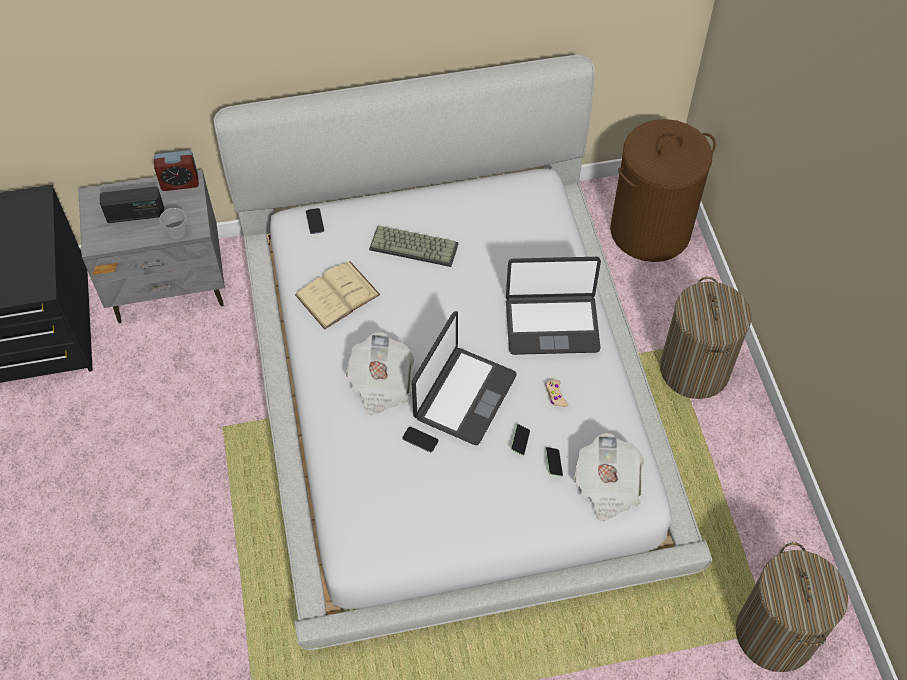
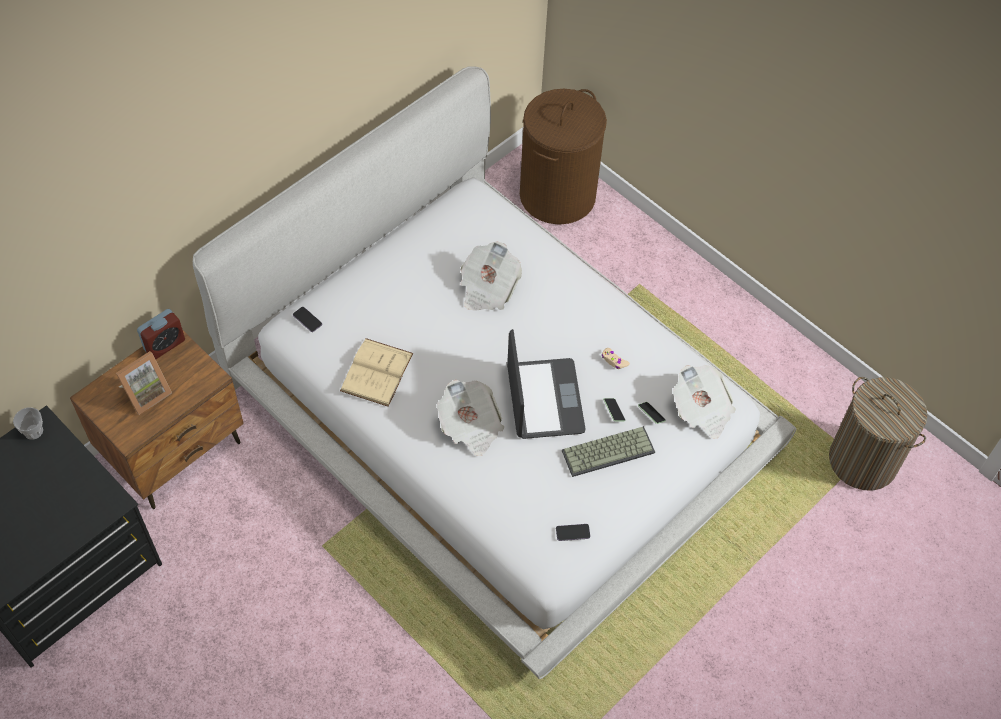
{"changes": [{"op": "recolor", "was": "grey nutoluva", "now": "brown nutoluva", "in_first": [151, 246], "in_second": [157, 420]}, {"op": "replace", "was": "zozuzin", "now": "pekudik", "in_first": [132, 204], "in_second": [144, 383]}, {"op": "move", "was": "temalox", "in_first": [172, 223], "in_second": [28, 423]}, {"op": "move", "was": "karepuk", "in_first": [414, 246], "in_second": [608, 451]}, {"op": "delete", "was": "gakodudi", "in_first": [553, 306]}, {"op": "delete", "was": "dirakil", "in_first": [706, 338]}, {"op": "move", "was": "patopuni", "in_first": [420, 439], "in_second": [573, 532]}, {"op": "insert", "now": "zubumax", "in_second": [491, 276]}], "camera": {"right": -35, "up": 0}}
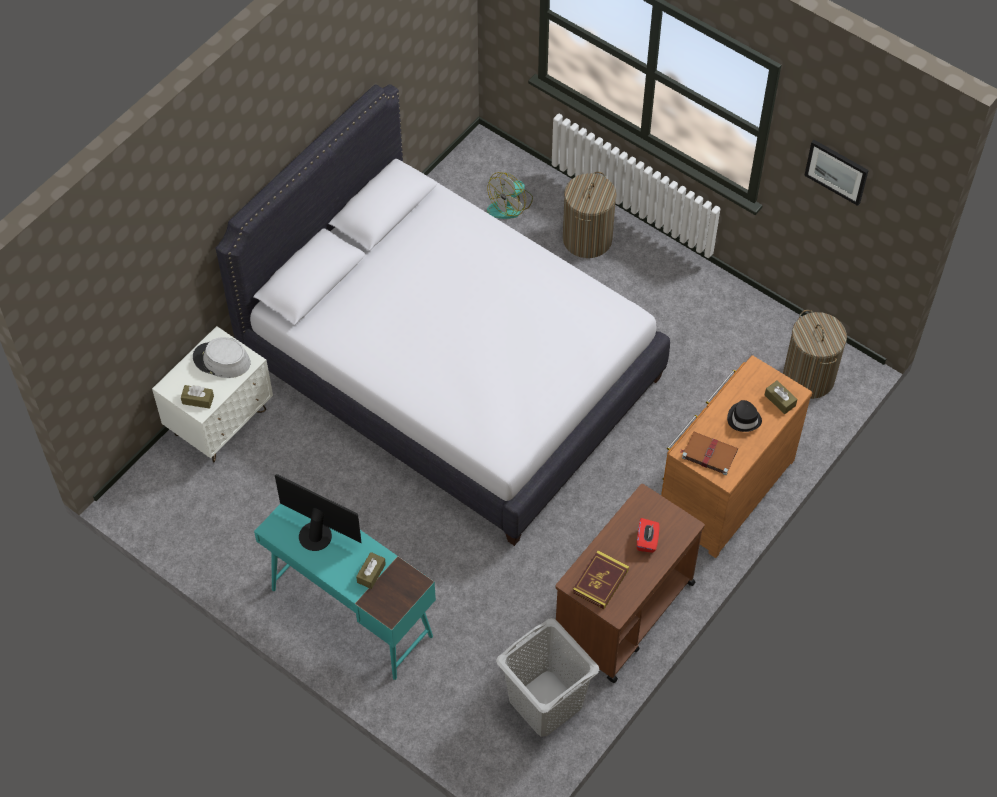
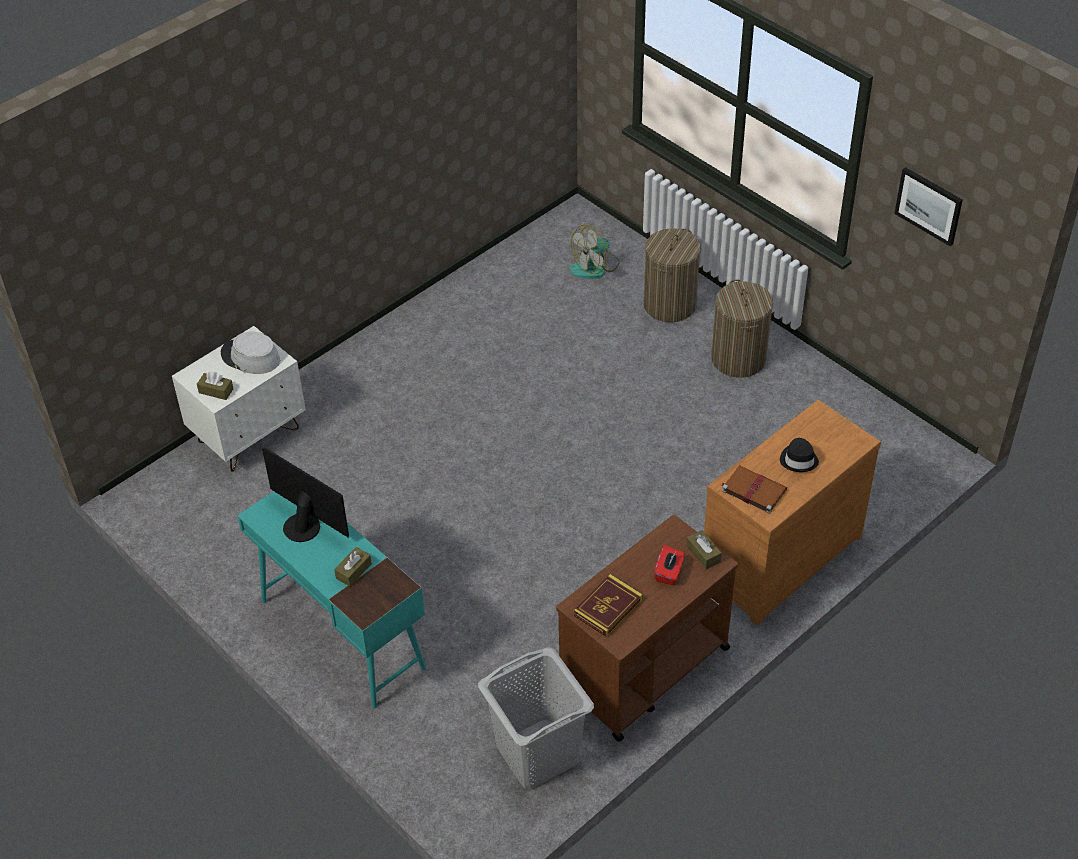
{"changes": [{"op": "delete", "was": "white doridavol", "in_first": [442, 315]}, {"op": "move", "was": "dirakil", "in_first": [815, 354], "in_second": [742, 328]}, {"op": "move", "was": "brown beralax", "in_first": [781, 397], "in_second": [704, 550]}], "camera": {"right": 10, "up": -10}}
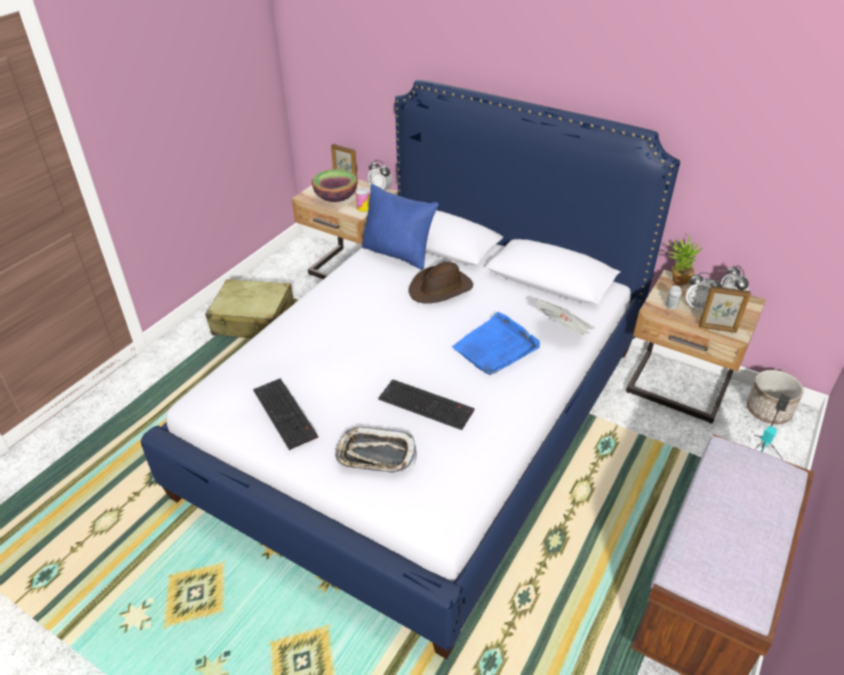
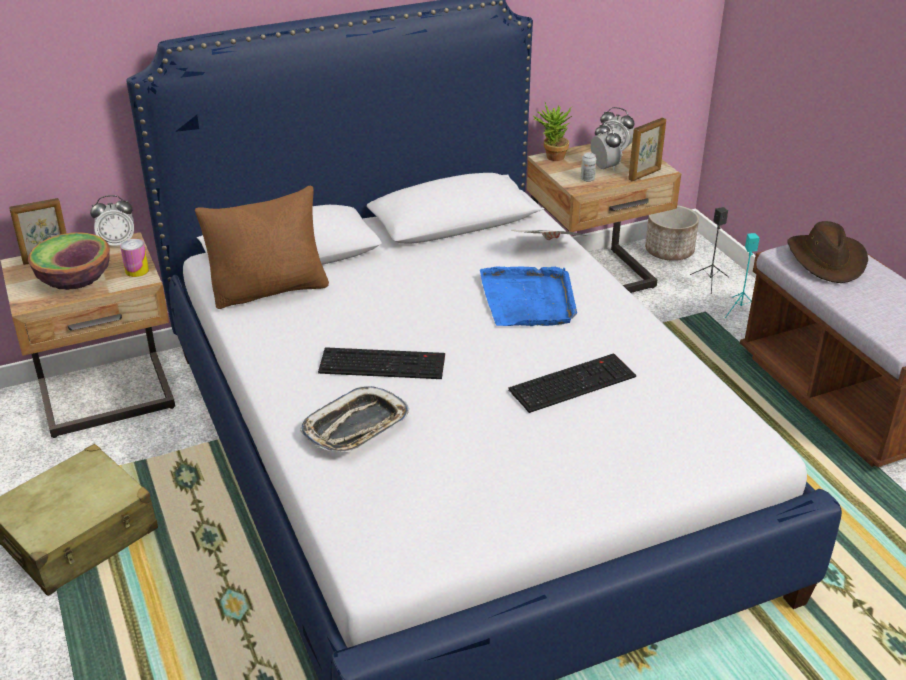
{"changes": [{"op": "recolor", "was": "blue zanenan", "now": "brown zanenan", "in_first": [400, 227], "in_second": [262, 247]}, {"op": "move", "was": "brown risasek", "in_first": [440, 283], "in_second": [827, 252]}, {"op": "rotate", "was": "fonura", "in_first": [704, 291], "in_second": [606, 146], "clockwise": -90}, {"op": "move", "was": "karepuk", "in_first": [285, 414], "in_second": [381, 363]}, {"op": "move", "was": "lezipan", "in_first": [375, 450], "in_second": [354, 419]}], "camera": {"right": -55, "up": -5}}
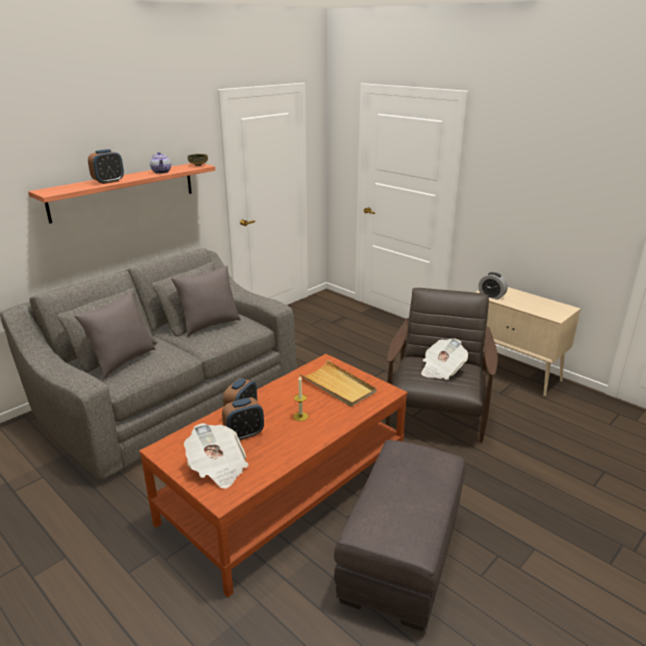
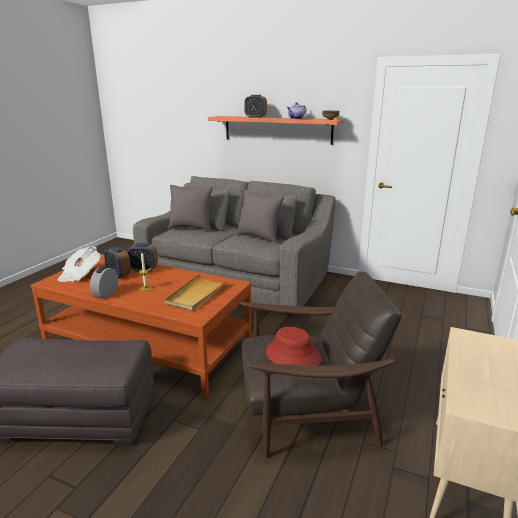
{"changes": [{"op": "move", "was": "fonura", "in_first": [493, 286], "in_second": [104, 282]}, {"op": "replace", "was": "zubumax", "now": "red risasek", "in_first": [444, 359], "in_second": [294, 346]}], "camera": {"right": 70, "up": -5}}
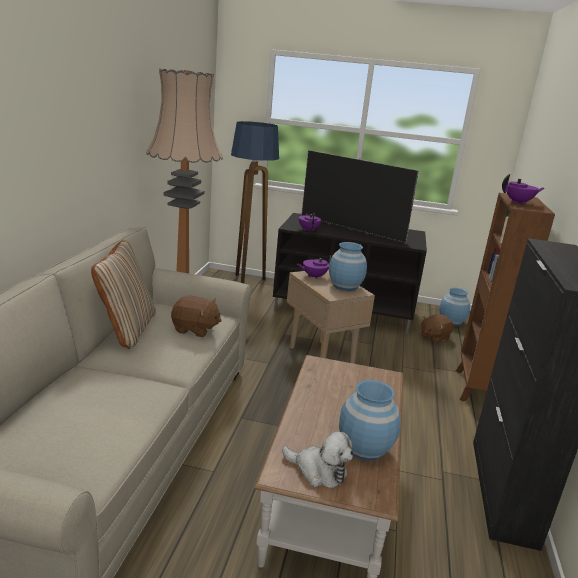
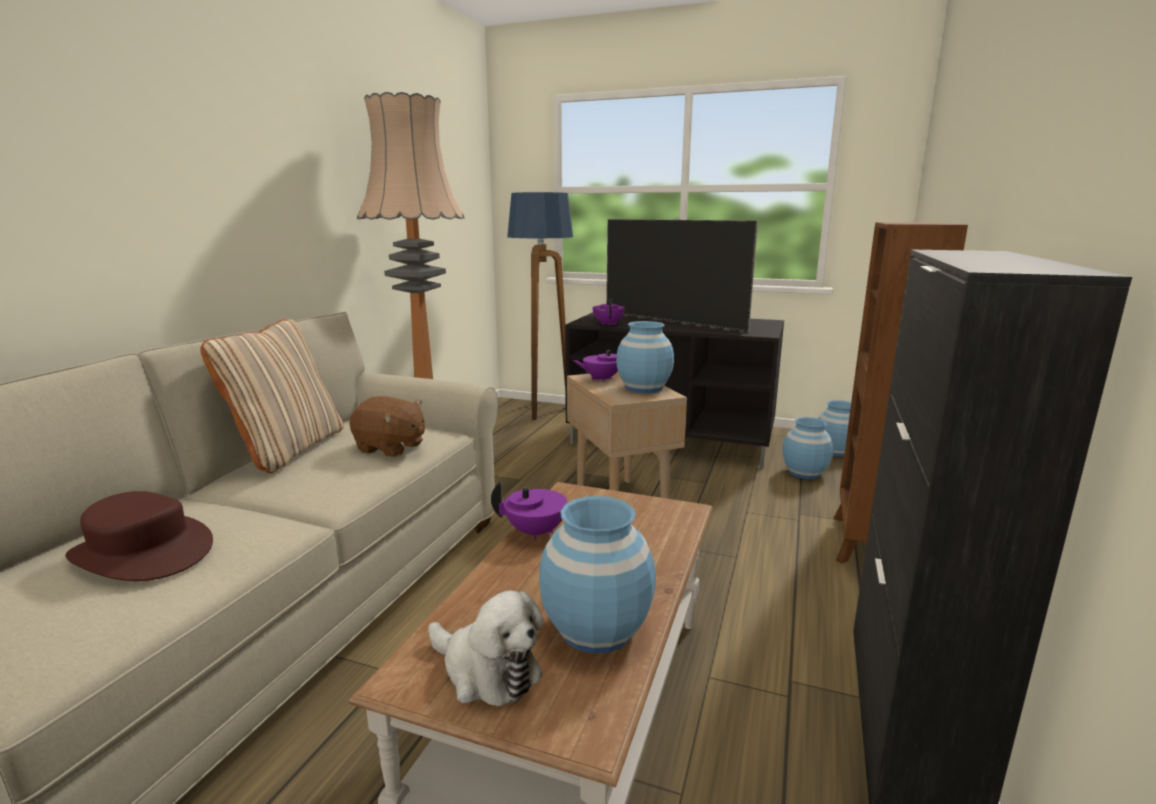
{"changes": [{"op": "move", "was": "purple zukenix", "in_first": [523, 189], "in_second": [529, 511]}, {"op": "replace", "was": "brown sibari", "now": "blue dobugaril", "in_first": [437, 329], "in_second": [807, 448]}, {"op": "insert", "now": "brown risasek", "in_second": [139, 536]}], "camera": {"right": 10, "up": -5}}
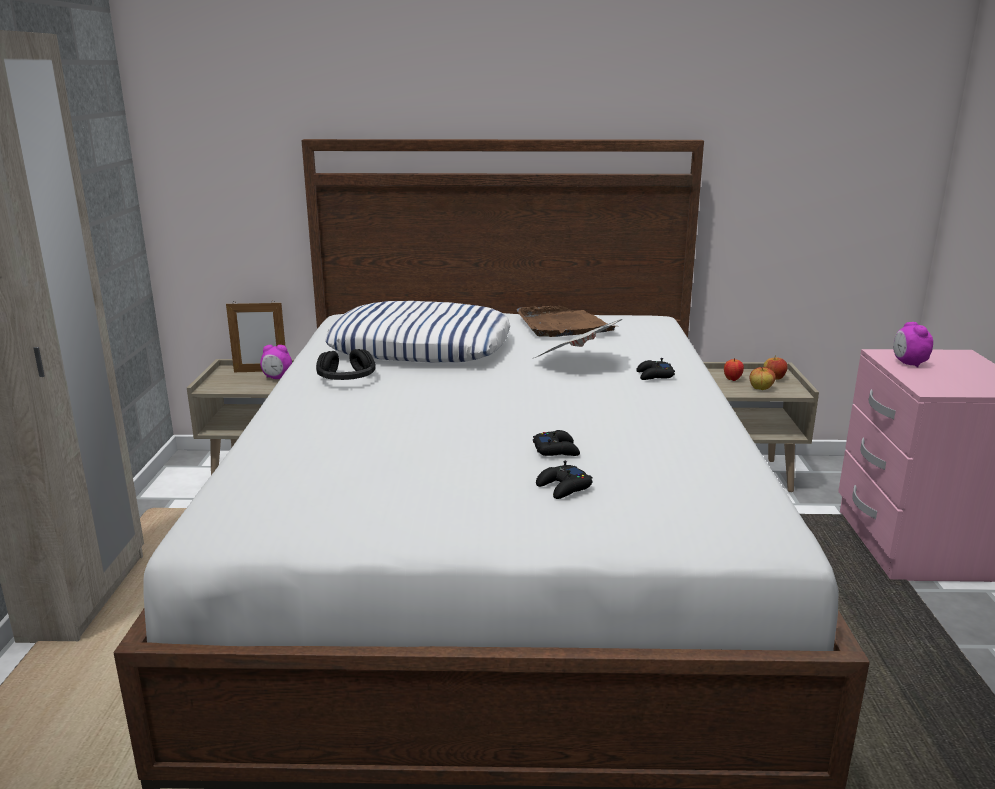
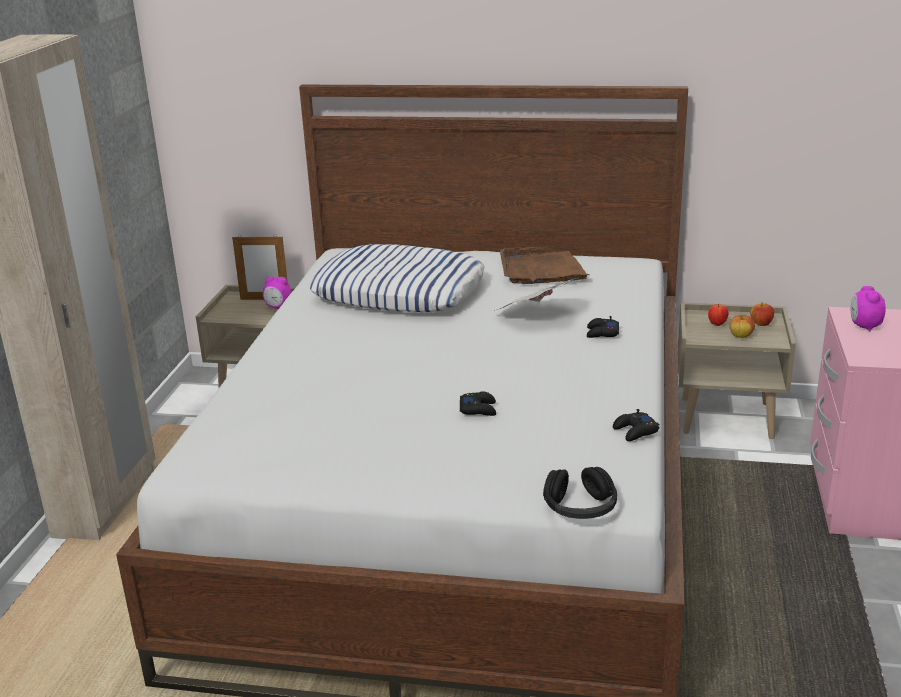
{"changes": [{"op": "move", "was": "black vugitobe", "in_first": [346, 364], "in_second": [580, 493]}, {"op": "move", "was": "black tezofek", "in_first": [564, 480], "in_second": [636, 425]}], "camera": {"right": 10, "up": 5}}
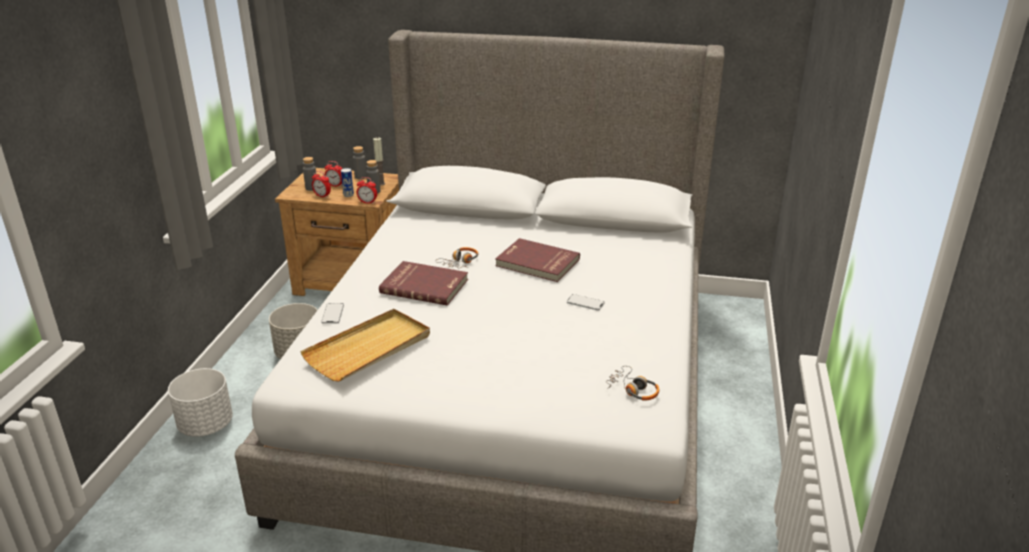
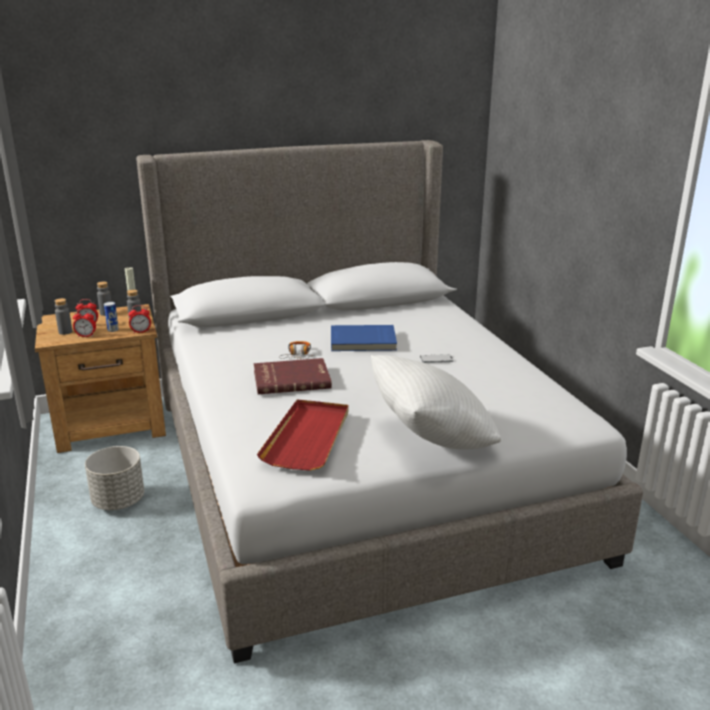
{"changes": [{"op": "recolor", "was": "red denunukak", "now": "blue denunukak", "in_first": [537, 260], "in_second": [364, 338]}, {"op": "delete", "was": "patopuni", "in_first": [332, 313]}, {"op": "recolor", "was": "beige lezipan", "now": "red lezipan", "in_first": [365, 345], "in_second": [303, 435]}, {"op": "delete", "was": "vugitobe", "in_first": [632, 383]}, {"op": "delete", "was": "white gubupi", "in_first": [200, 402]}, {"op": "insert", "now": "white zanenan", "in_second": [436, 402]}], "camera": {"right": -30, "up": -5}}
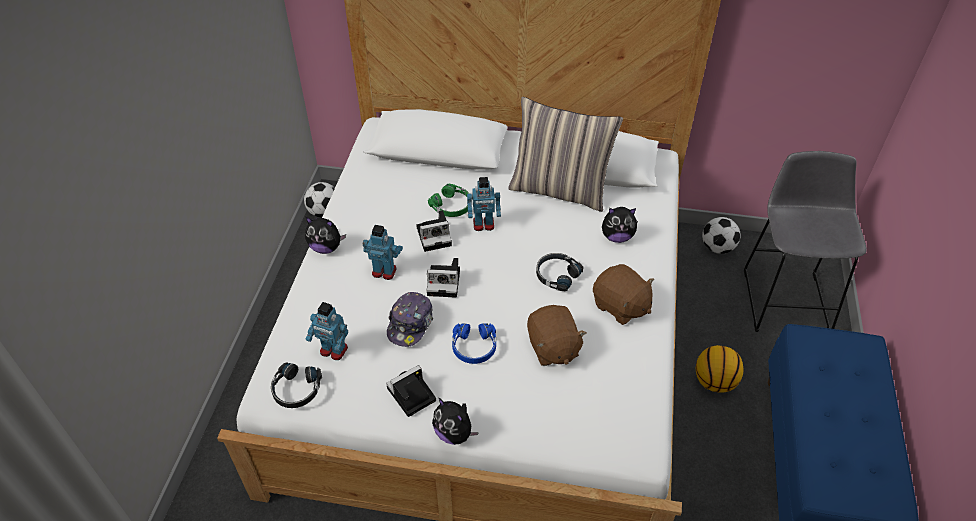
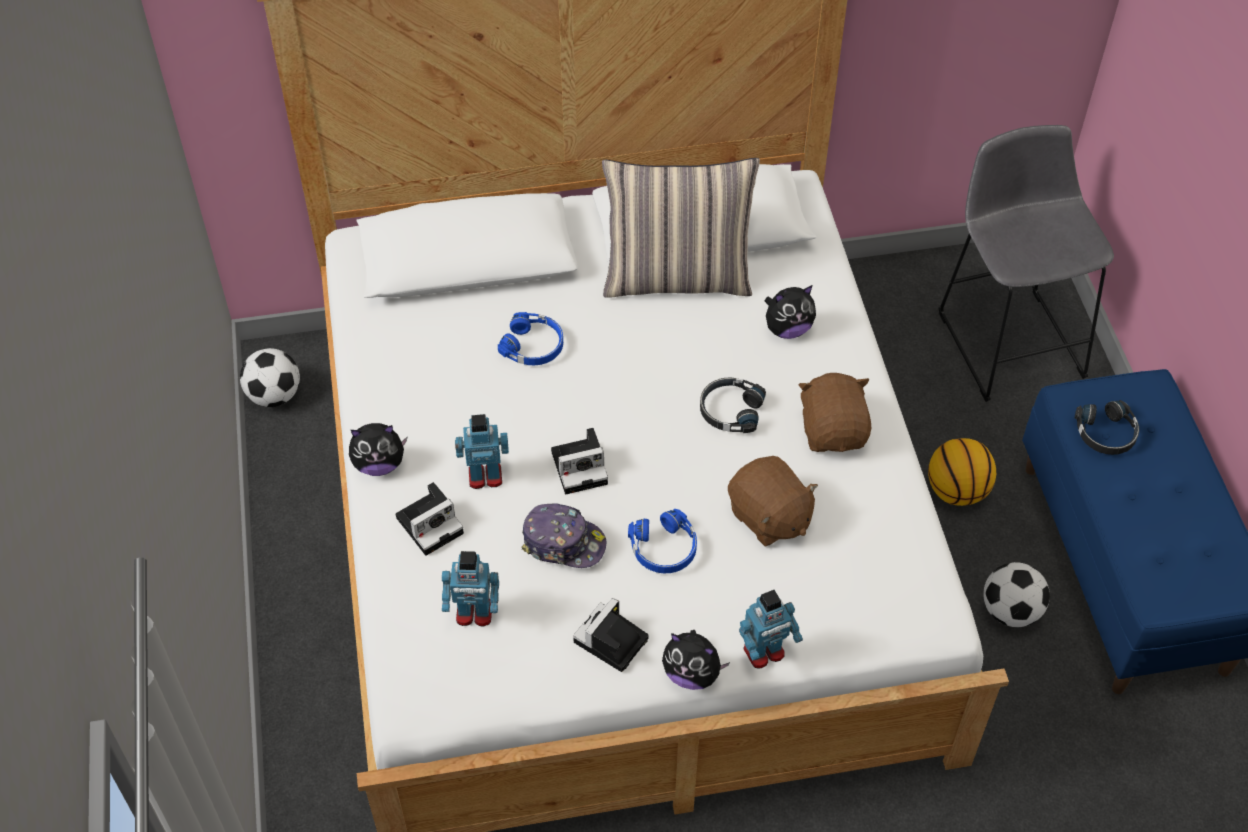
{"changes": [{"op": "move", "was": "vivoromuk", "in_first": [484, 204], "in_second": [771, 629]}, {"op": "recolor", "was": "green vugitobe", "now": "blue vugitobe", "in_first": [449, 200], "in_second": [530, 338]}, {"op": "move", "was": "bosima", "in_first": [434, 231], "in_second": [430, 519]}, {"op": "move", "was": "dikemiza", "in_first": [721, 235], "in_second": [1016, 594]}, {"op": "rotate", "was": "brown sibari", "in_first": [623, 294], "in_second": [835, 412], "clockwise": -120}, {"op": "rotate", "was": "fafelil", "in_first": [410, 319], "in_second": [563, 535], "clockwise": -75}, {"op": "move", "was": "black vugitobe", "in_first": [296, 385], "in_second": [1107, 427]}], "camera": {"right": -20, "up": 5}}
